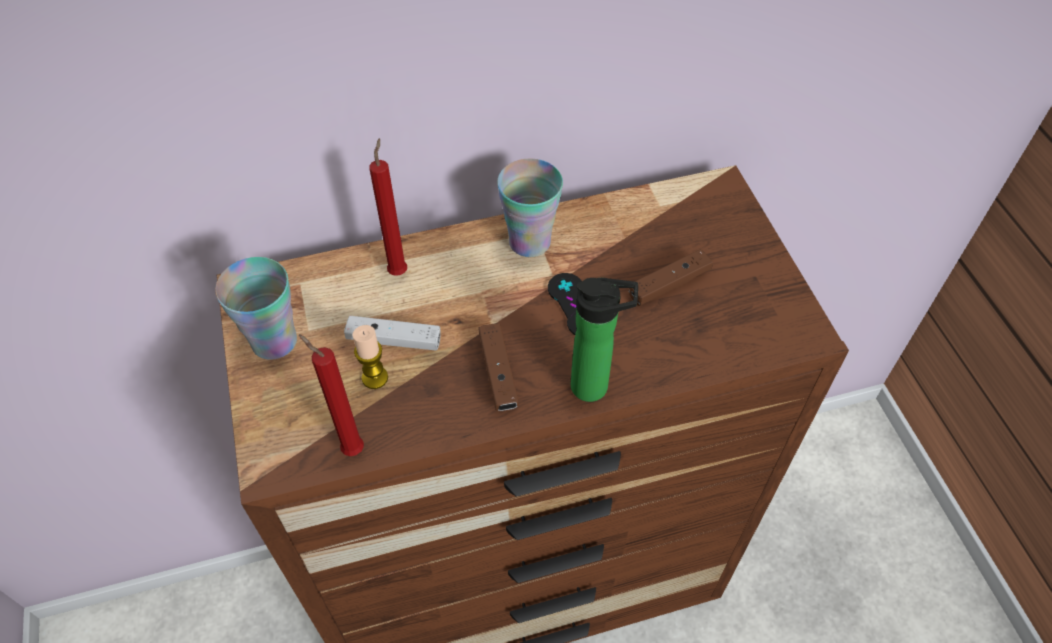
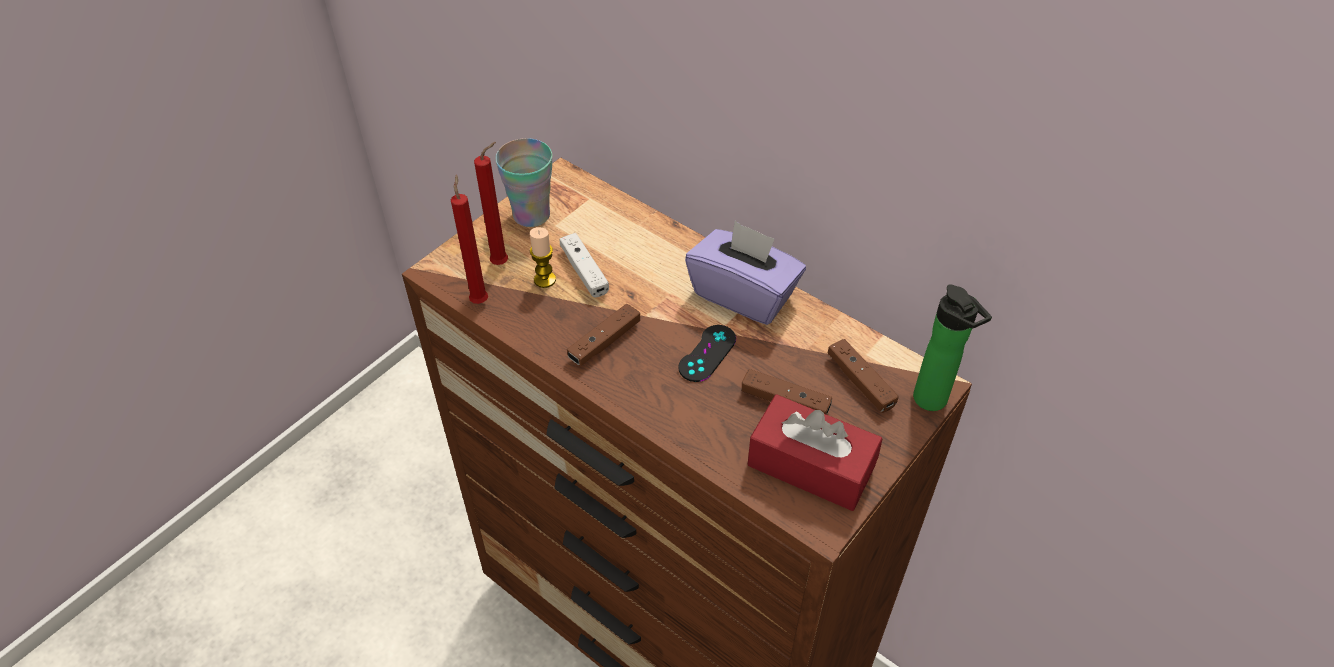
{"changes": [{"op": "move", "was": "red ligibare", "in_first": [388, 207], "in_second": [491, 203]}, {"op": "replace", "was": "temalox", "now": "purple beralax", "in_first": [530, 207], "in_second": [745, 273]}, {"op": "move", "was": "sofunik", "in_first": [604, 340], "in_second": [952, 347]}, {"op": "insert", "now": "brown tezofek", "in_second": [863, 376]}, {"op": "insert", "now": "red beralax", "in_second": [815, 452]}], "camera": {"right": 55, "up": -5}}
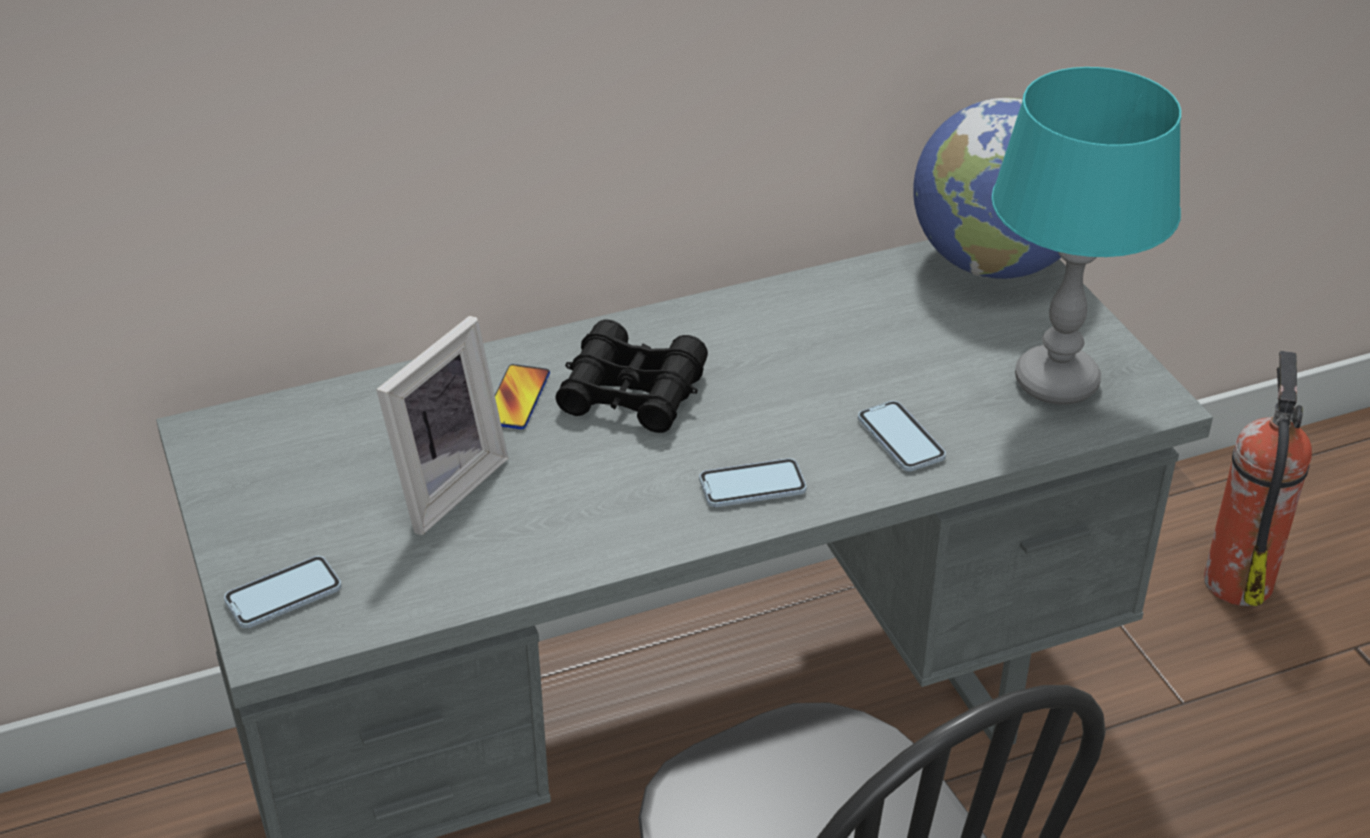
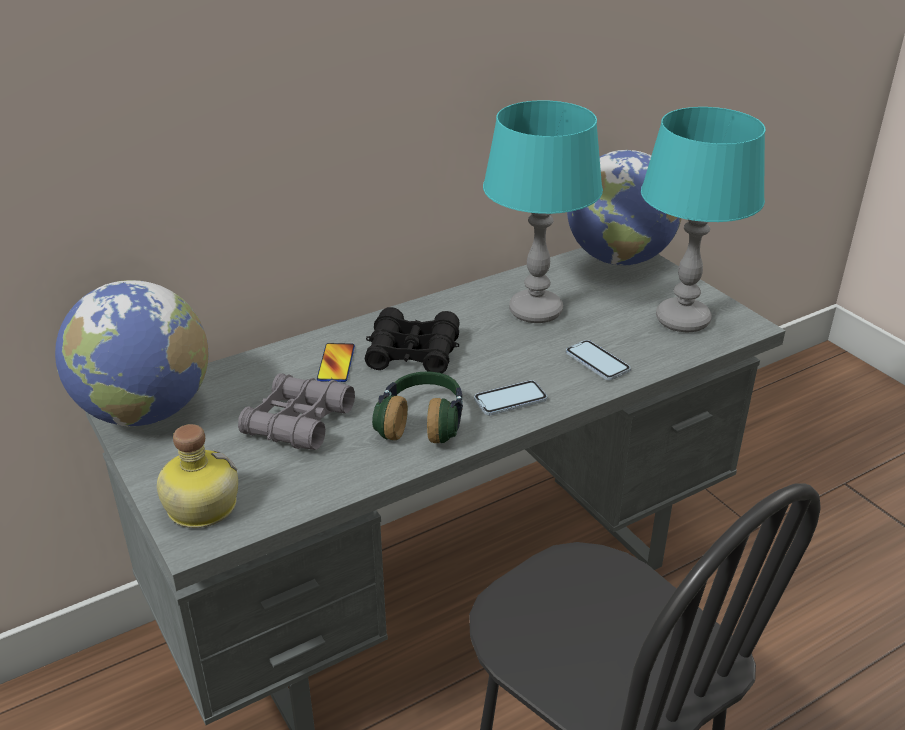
{"changes": [{"op": "replace", "was": "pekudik", "now": "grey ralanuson", "in_first": [442, 425], "in_second": [296, 411]}, {"op": "delete", "was": "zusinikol", "in_first": [1258, 478]}, {"op": "replace", "was": "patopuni", "now": "sofunik", "in_first": [283, 592], "in_second": [197, 476]}, {"op": "insert", "now": "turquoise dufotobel", "in_second": [543, 211]}, {"op": "insert", "now": "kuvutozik", "in_second": [132, 353]}, {"op": "insert", "now": "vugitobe", "in_second": [417, 407]}], "camera": {"right": -10, "up": -5}}
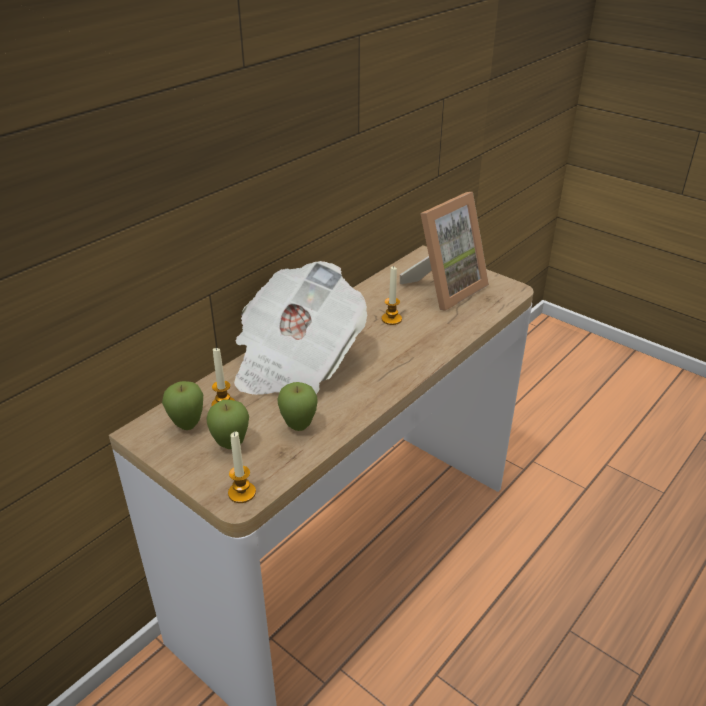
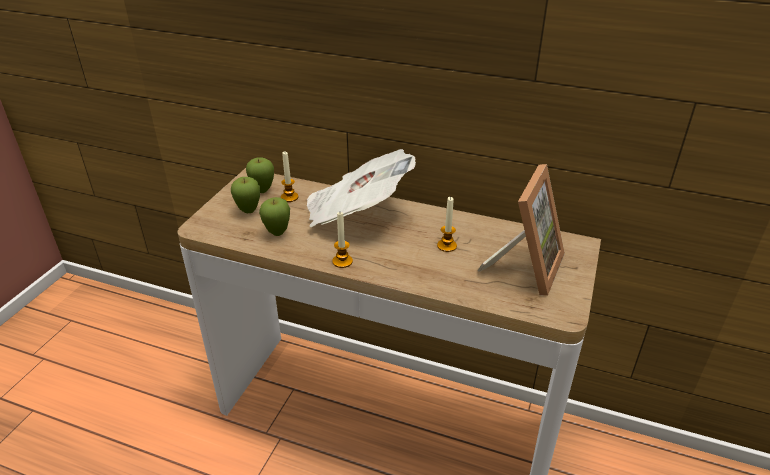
{"changes": [{"op": "rotate", "was": "pekudik", "in_first": [444, 251], "in_second": [521, 230], "clockwise": -90}, {"op": "move", "was": "ligibare", "in_first": [242, 467], "in_second": [342, 240]}], "camera": {"right": 70, "up": 0}}
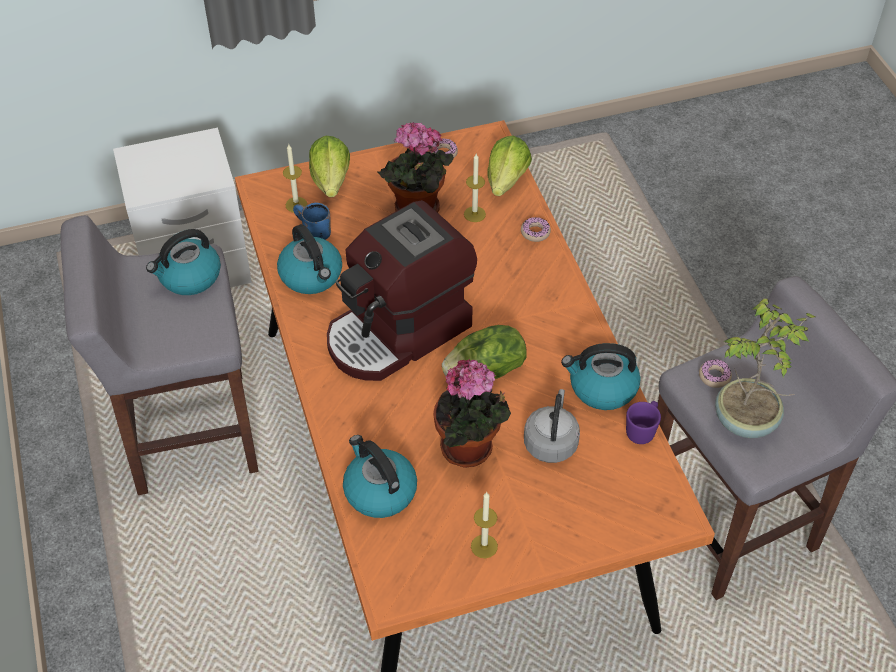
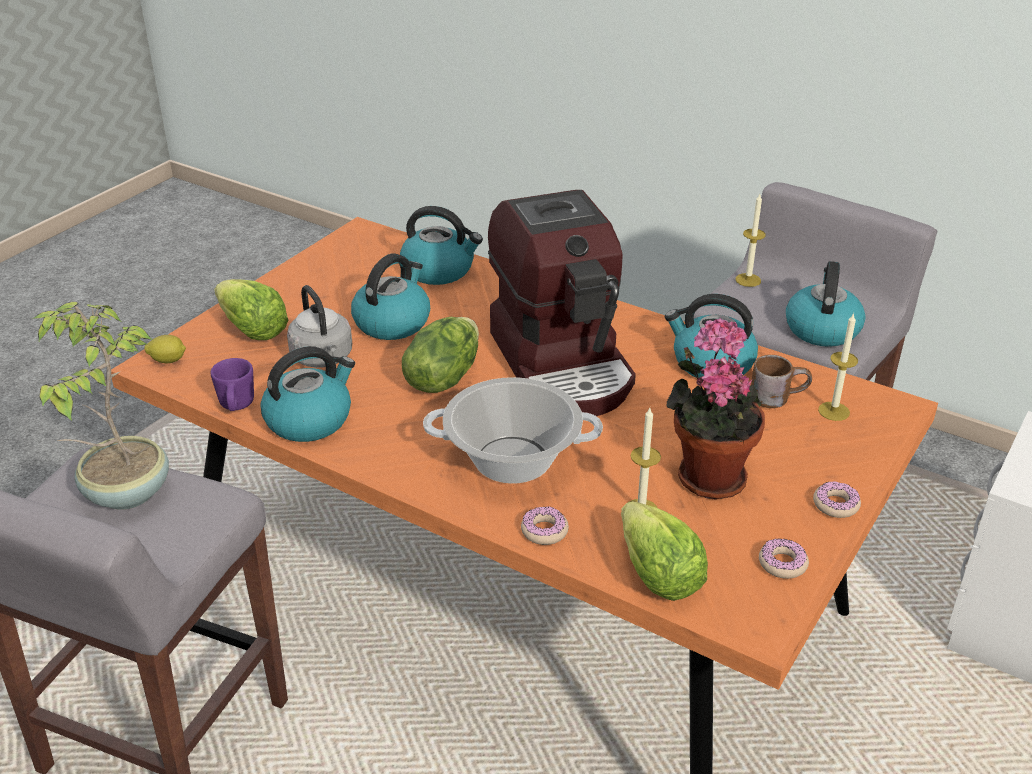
{"changes": [{"op": "move", "was": "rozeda", "in_first": [329, 166], "in_second": [251, 309]}, {"op": "rotate", "was": "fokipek", "in_first": [402, 290], "in_second": [562, 303], "clockwise": 150}, {"op": "recolor", "was": "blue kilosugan", "now": "brown kilosugan", "in_first": [312, 221], "in_second": [781, 381]}, {"op": "replace", "was": "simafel", "now": "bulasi", "in_first": [472, 413], "in_second": [390, 297]}, {"op": "move", "was": "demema", "in_first": [715, 373], "in_second": [837, 499]}, {"op": "move", "was": "ligibare", "in_first": [484, 525], "in_second": [750, 240]}, {"op": "insert", "now": "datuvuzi", "in_second": [165, 349]}, {"op": "insert", "now": "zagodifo", "in_second": [513, 430]}], "camera": {"right": 140, "up": -15}}
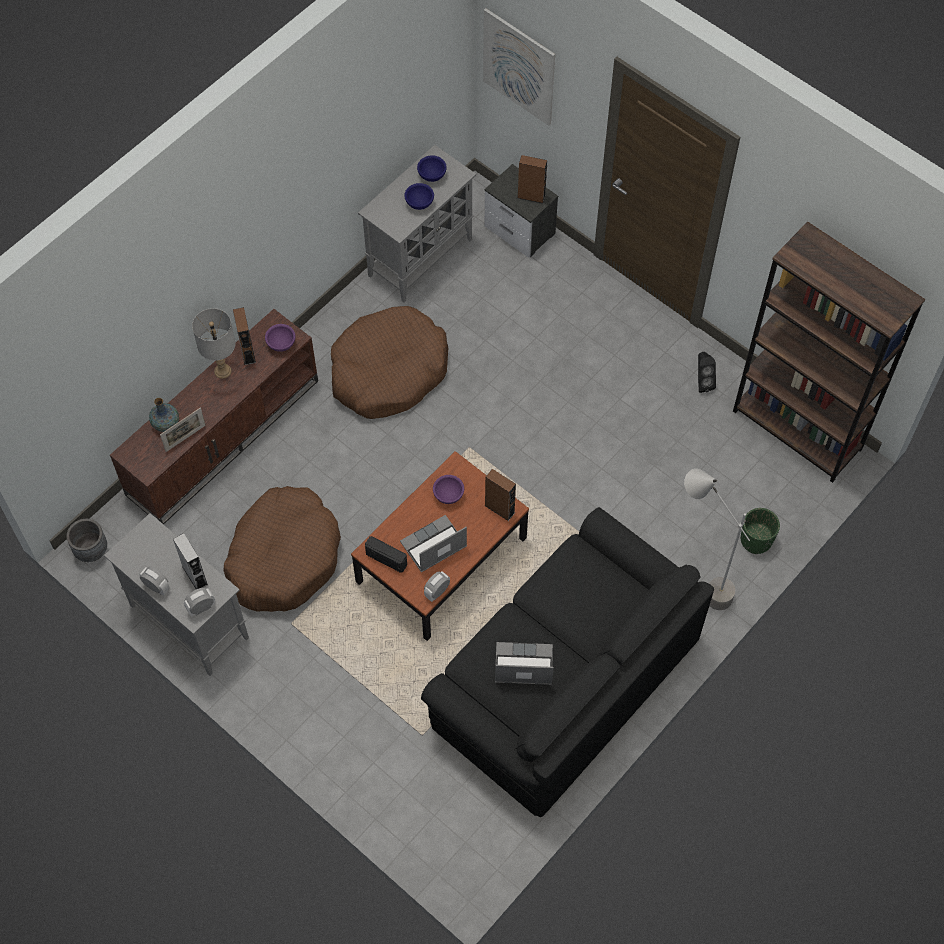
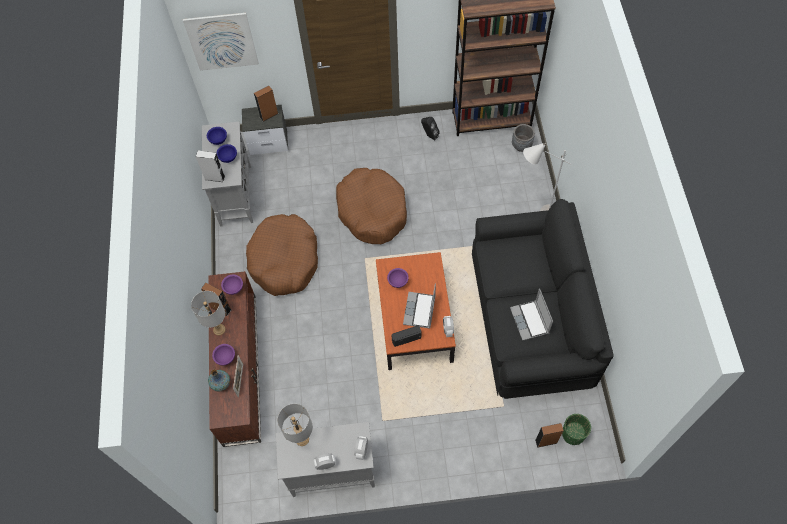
{"changes": [{"op": "move", "was": "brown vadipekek", "in_first": [500, 495], "in_second": [549, 435]}, {"op": "move", "was": "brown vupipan", "in_first": [282, 549], "in_second": [371, 206]}, {"op": "move", "was": "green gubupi", "in_first": [760, 531], "in_second": [576, 429]}, {"op": "move", "was": "grey gubupi", "in_first": [86, 540], "in_second": [523, 138]}, {"op": "move", "was": "grey vadipekek", "in_first": [190, 561], "in_second": [210, 166]}, {"op": "rotate", "was": "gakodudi", "in_first": [524, 663], "in_second": [531, 314], "clockwise": -60}, {"op": "insert", "now": "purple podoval", "in_second": [223, 355]}, {"op": "insert", "now": "grey dufotobel", "in_second": [295, 425]}], "camera": {"right": -45, "up": 0}}
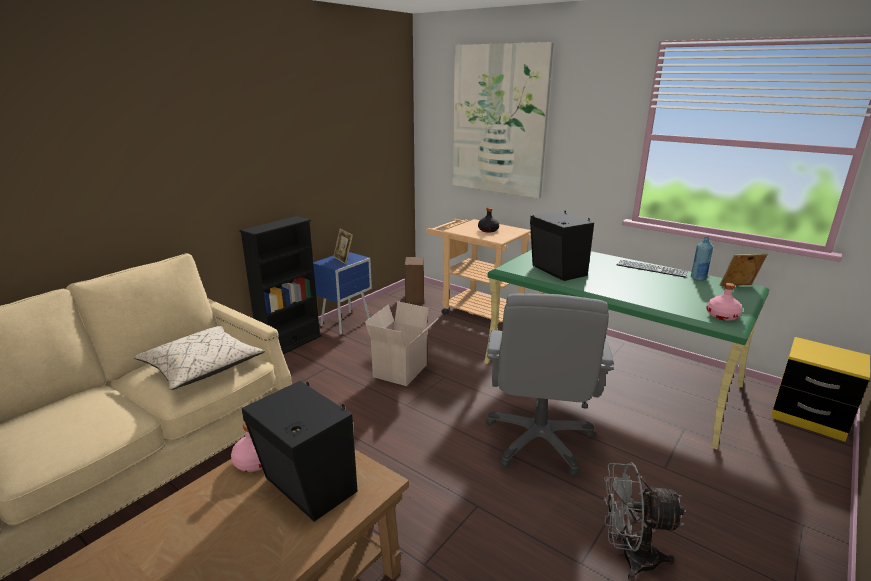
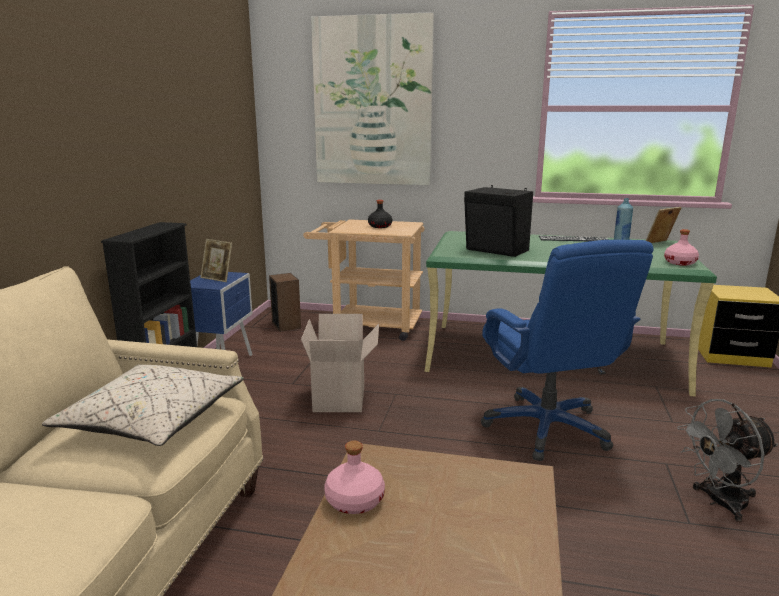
{"changes": [{"op": "recolor", "was": "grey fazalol", "now": "blue fazalol", "in_first": [549, 385], "in_second": [567, 350]}, {"op": "delete", "was": "black vadipekek", "in_first": [299, 451]}], "camera": {"right": -25, "up": -5}}
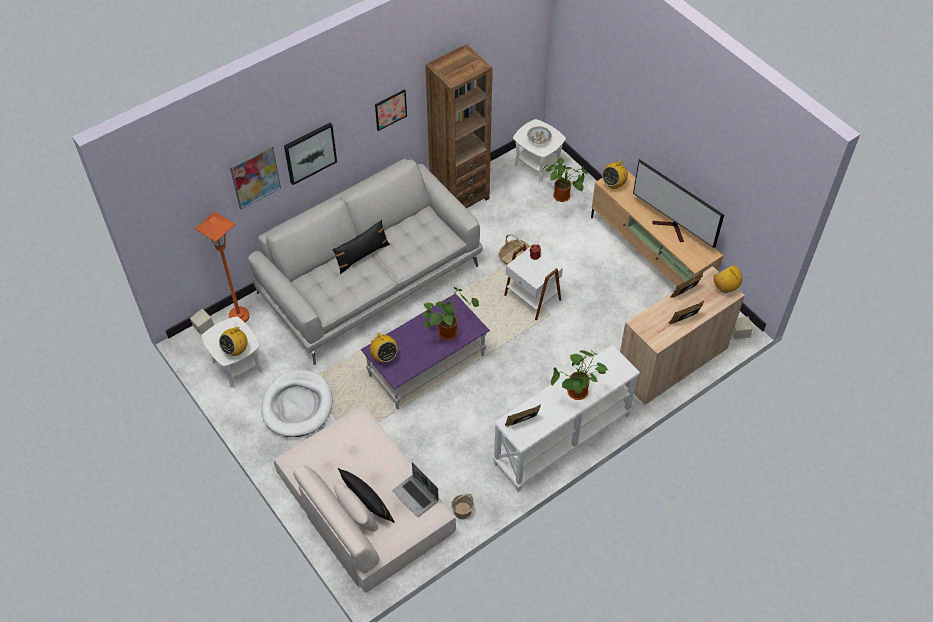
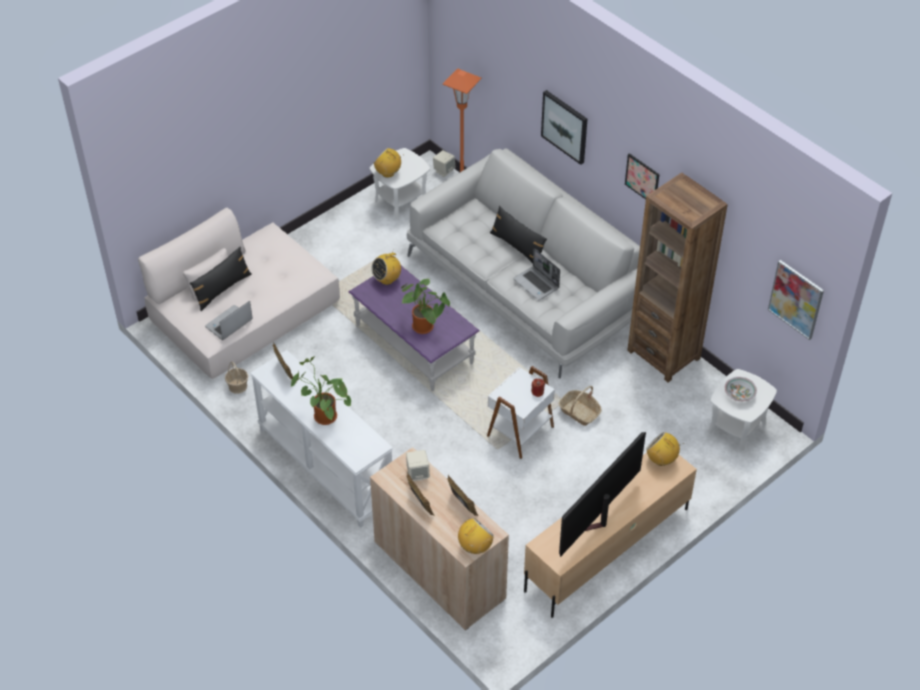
{"changes": [{"op": "move", "was": "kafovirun", "in_first": [255, 177], "in_second": [796, 300]}, {"op": "delete", "was": "simafel", "in_first": [565, 179]}, {"op": "move", "was": "beige vadipekek", "in_first": [742, 328], "in_second": [418, 465]}, {"op": "delete", "was": "white vupipan", "in_first": [296, 403]}, {"op": "insert", "now": "gakodudi", "in_second": [536, 274]}], "camera": {"right": 85, "up": -5}}
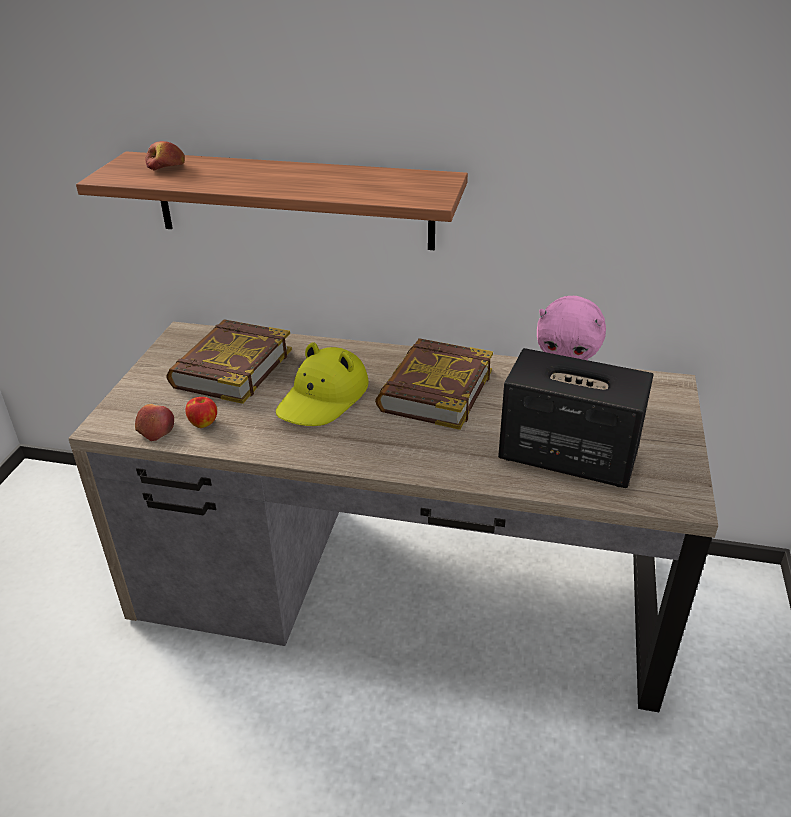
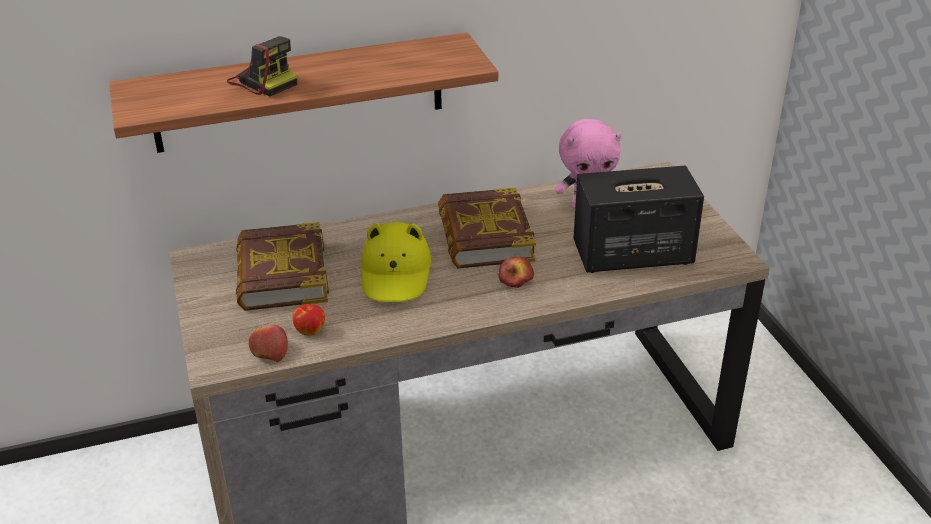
{"changes": [{"op": "move", "was": "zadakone", "in_first": [165, 156], "in_second": [516, 272]}, {"op": "insert", "now": "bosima", "in_second": [262, 66]}], "camera": {"right": -30, "up": 0}}
